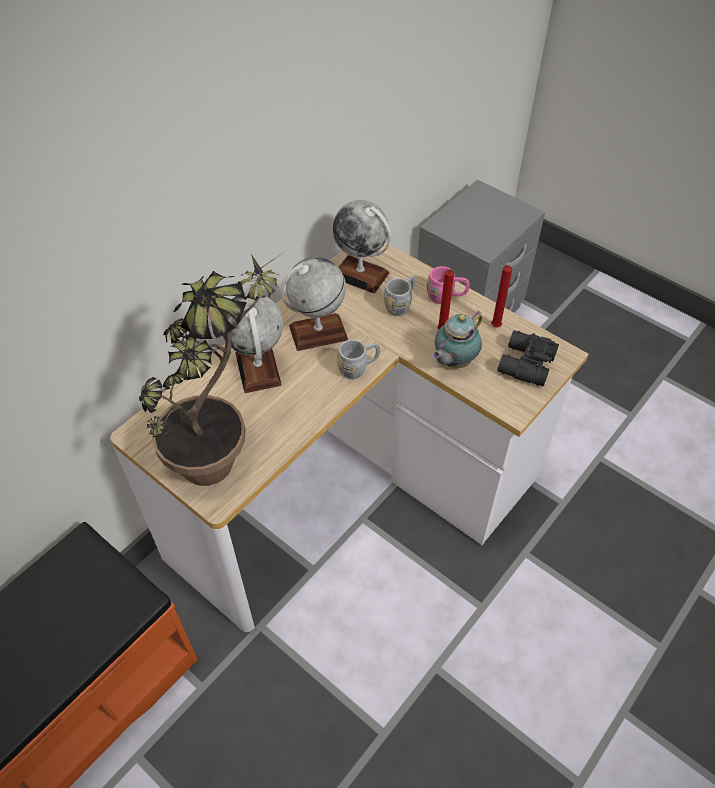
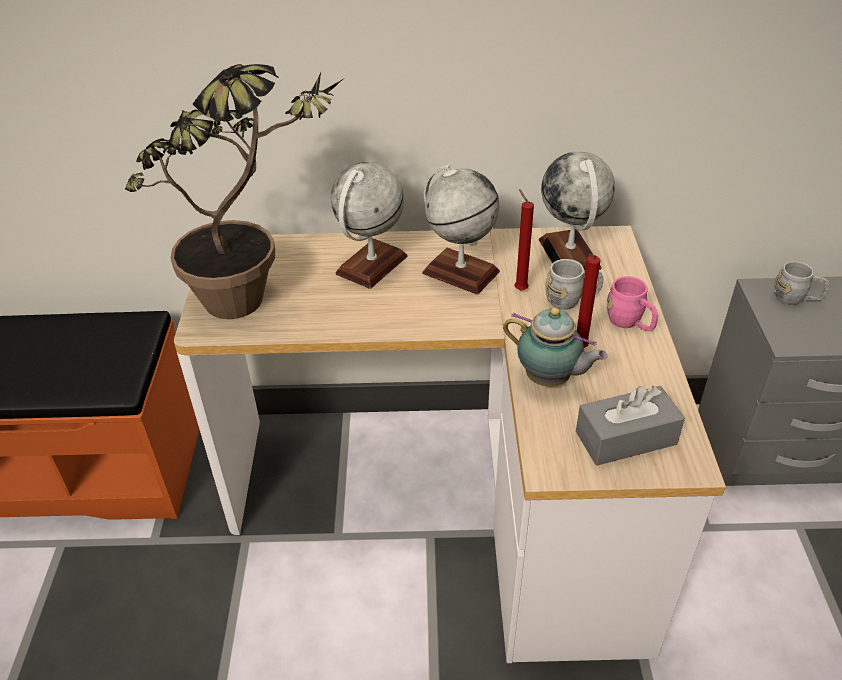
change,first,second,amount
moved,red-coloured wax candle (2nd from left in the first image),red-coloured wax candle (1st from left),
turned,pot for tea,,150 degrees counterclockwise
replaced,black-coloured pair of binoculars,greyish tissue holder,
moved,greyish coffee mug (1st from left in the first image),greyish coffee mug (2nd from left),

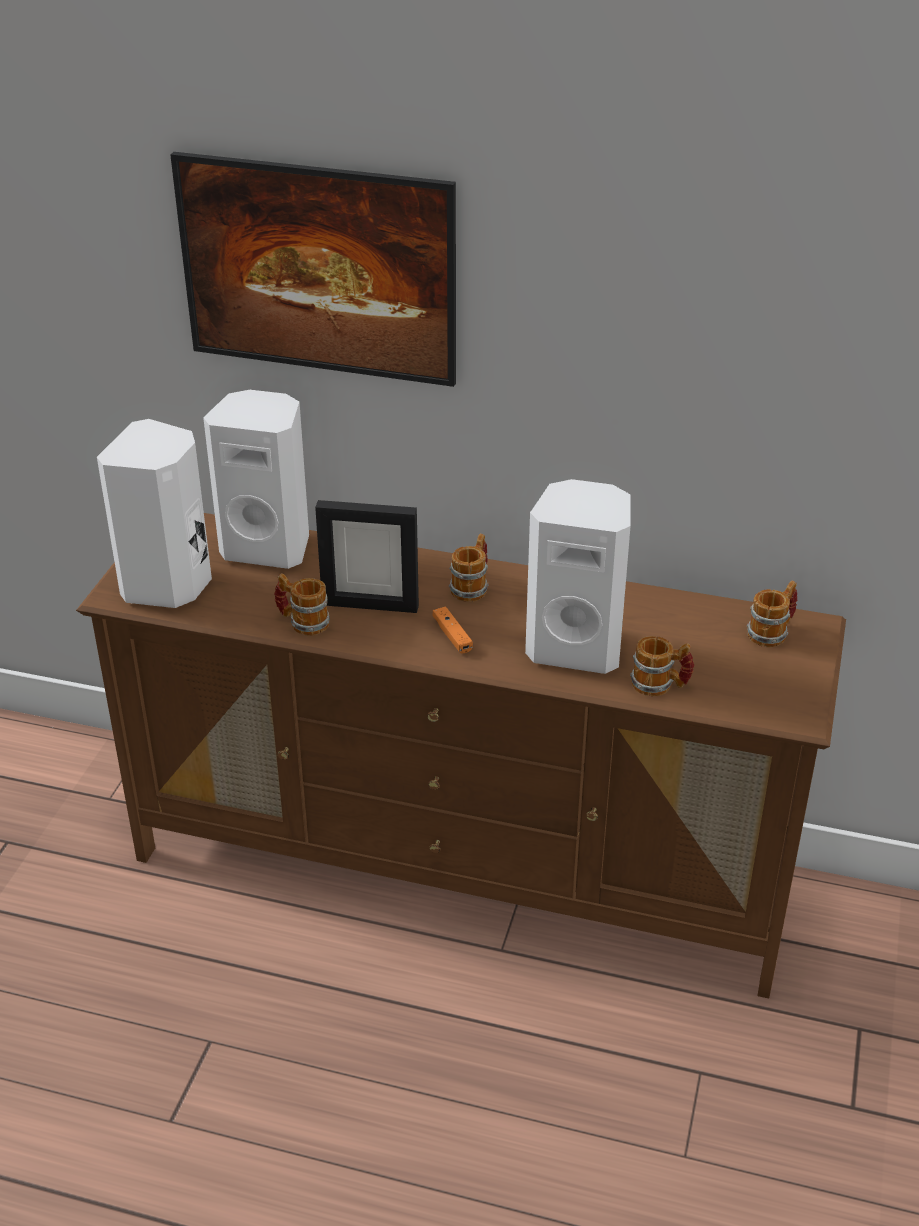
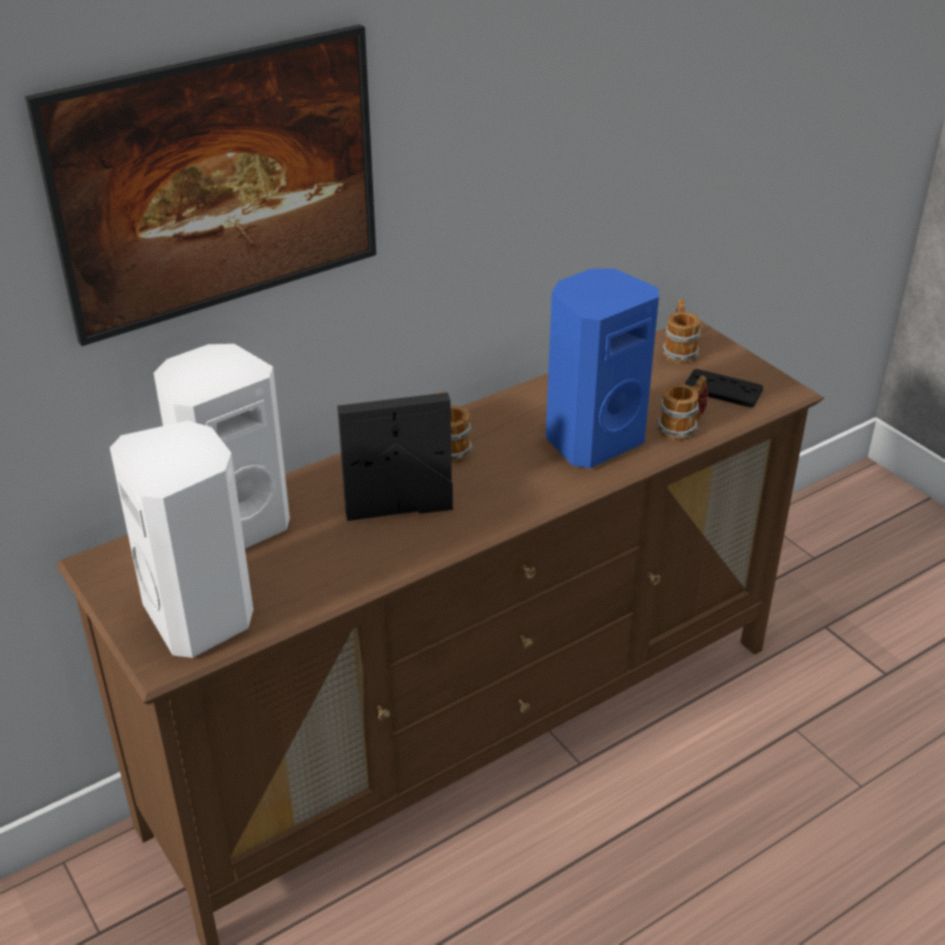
change,first,second,amount
recoloured,white-coloured loudspeaker (3rd from left),blue-coloured loudspeaker,
turned,picture frame,,150 degrees counterclockwise
removed,coffee mug (1st from left),,
removed,orangey gamepad,,
added,,black-coloured gamepad,

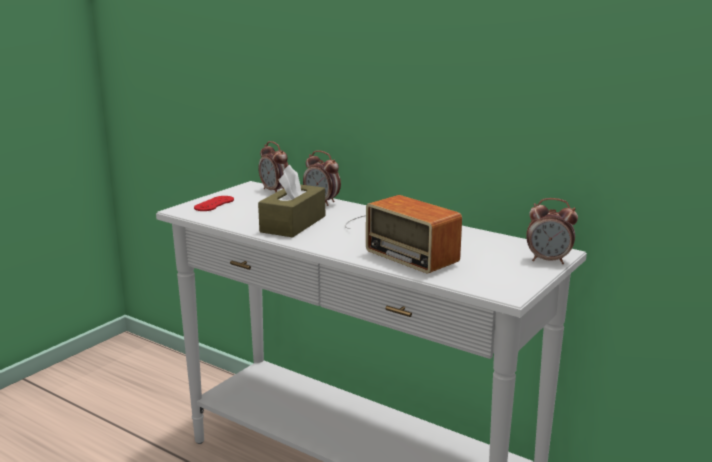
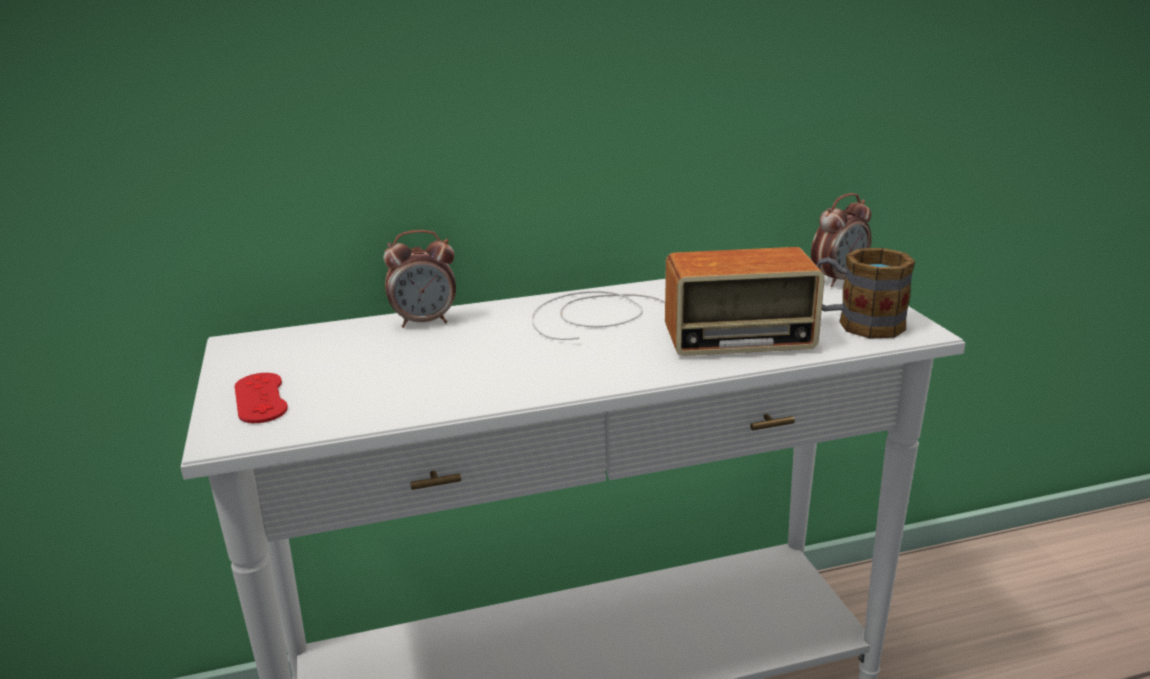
change,first,second,amount
removed,alarm clock (1st from left),,
removed,brown-coloured tissue holder,,
added,,coffee mug,

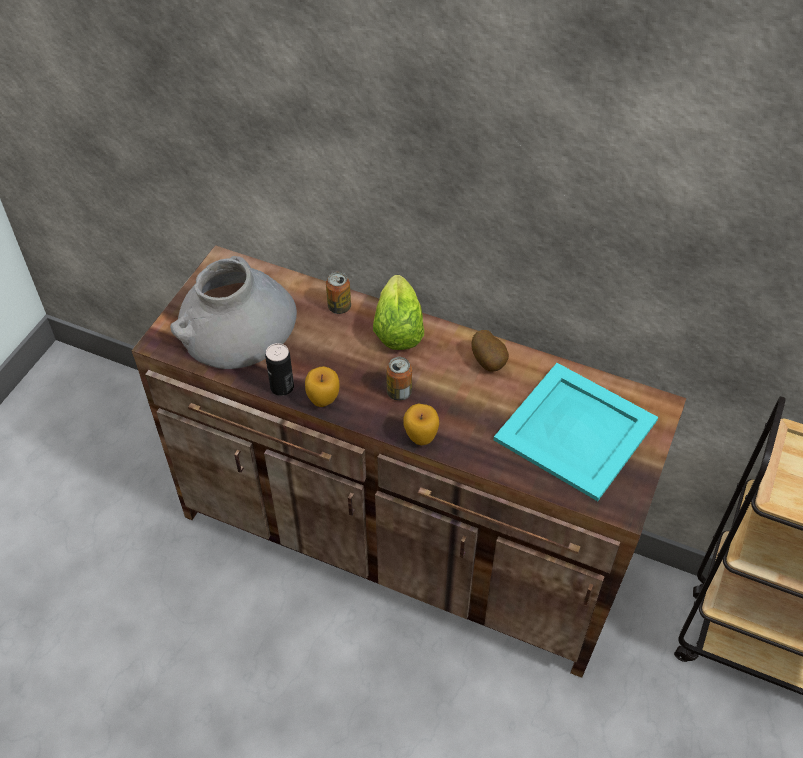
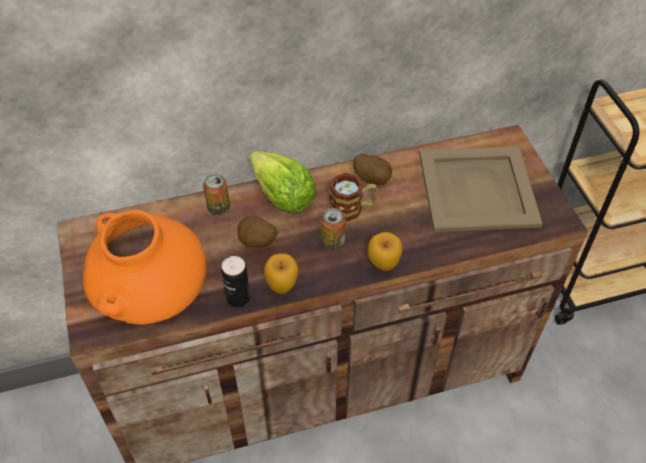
change,first,second,amount
recoloured,greyish decorative vase,orangey decorative vase,
recoloured,turquoise tray,beige tray,
added,,coffee mug,
added,,potato (1st from left),

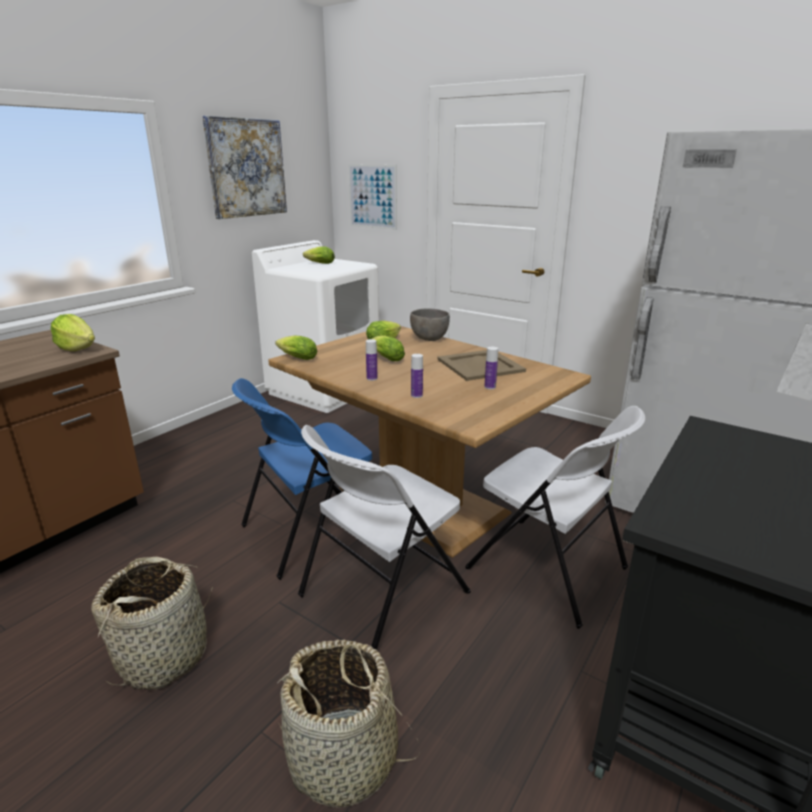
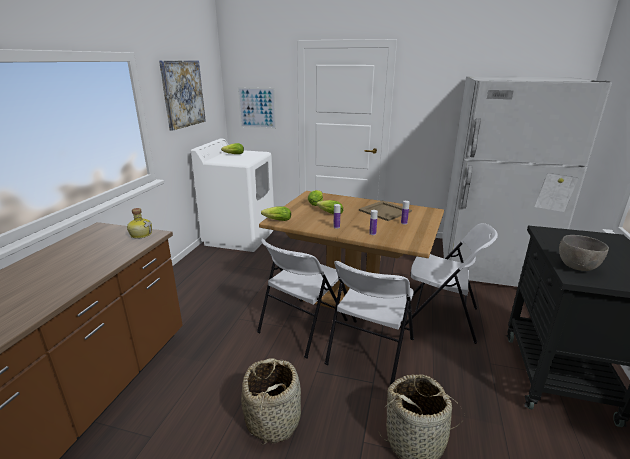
change,first,second,amount
moved,greyish bowl,,
replaced,lettuce (1st from left),bottle (1st from left),
recoloured,blue-coloured upright chair,white-coloured upright chair (1st from left),

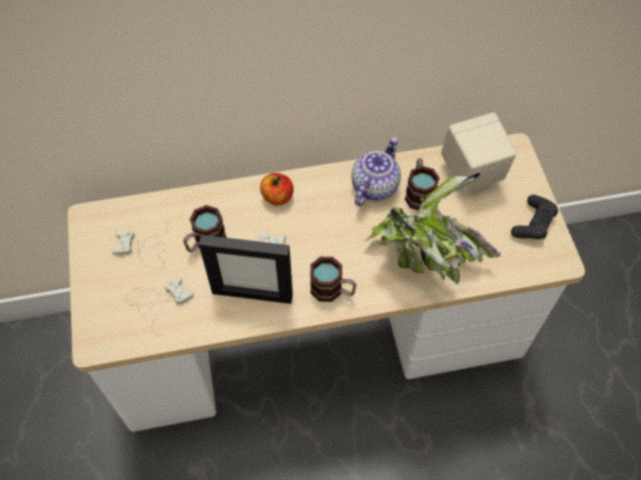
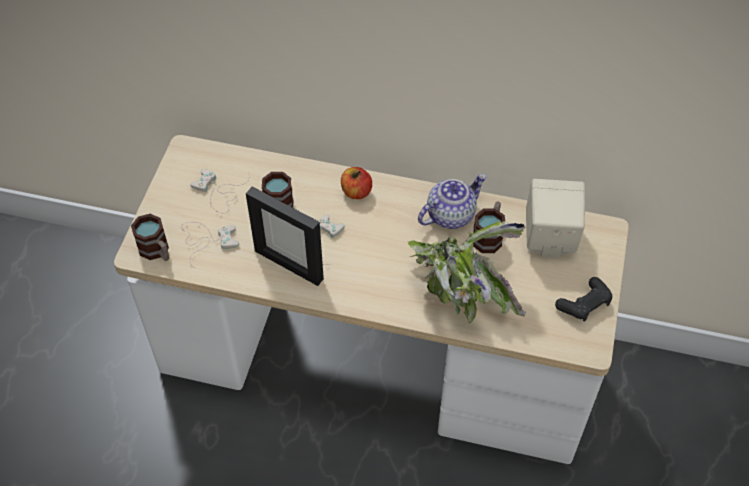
change,first,second,amount
moved,coffee mug (2nd from left in the first image),coffee mug (1st from left),

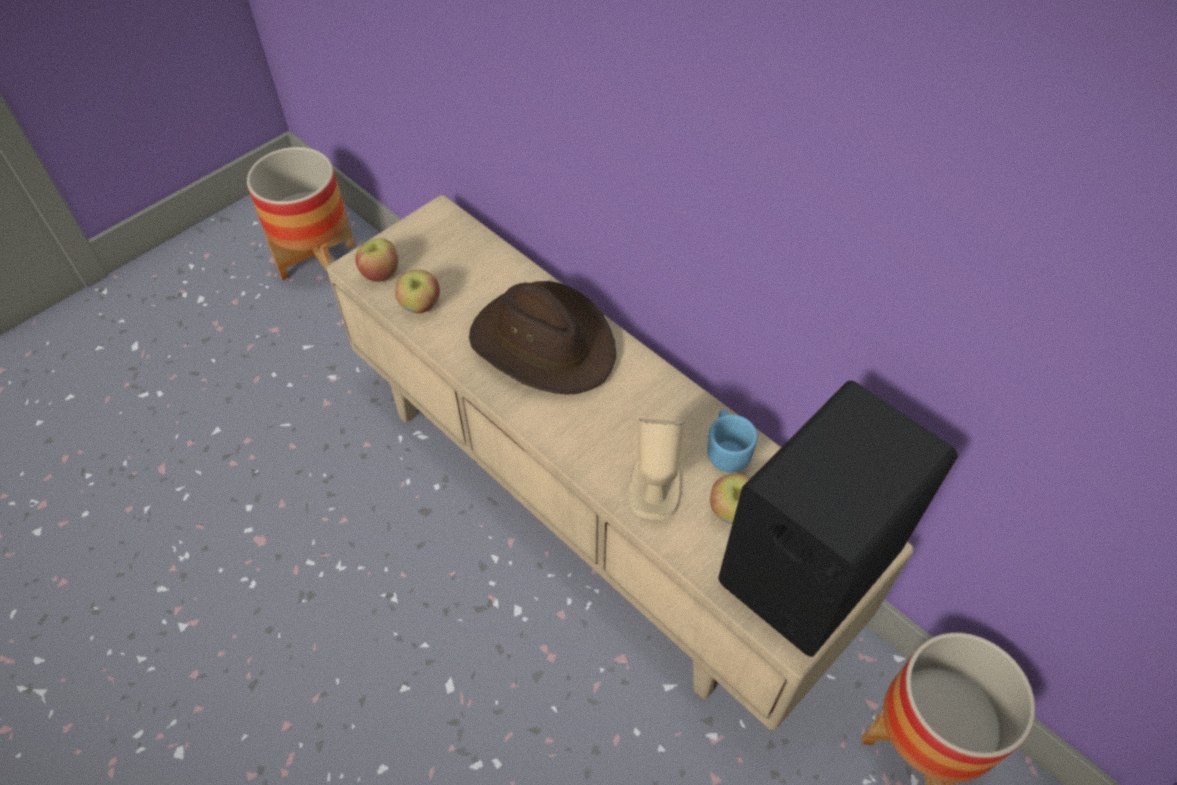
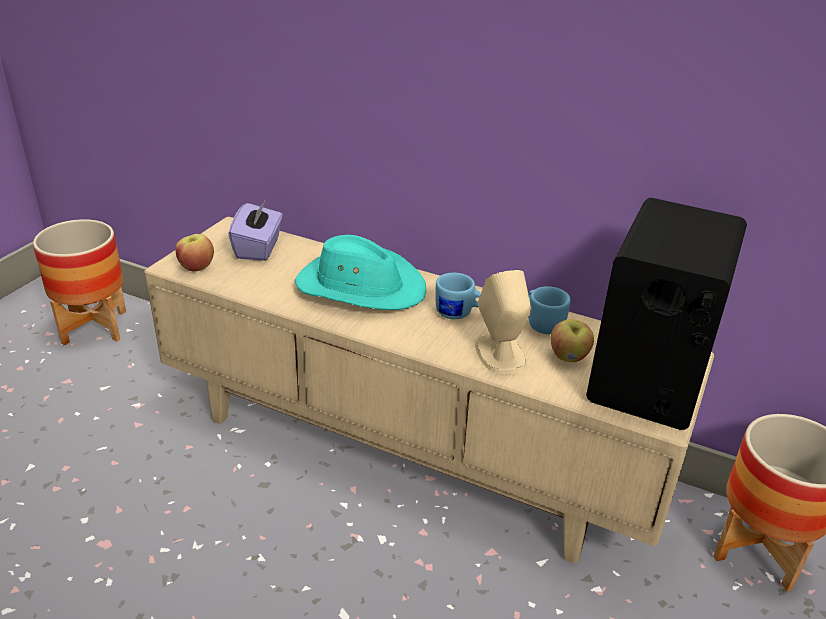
change,first,second,amount
removed,apple (2nd from left),,
recoloured,brown-coloured wearable hat,turquoise wearable hat,
added,,purple tissue holder,
added,,blue-coloured coffee mug (1st from left),

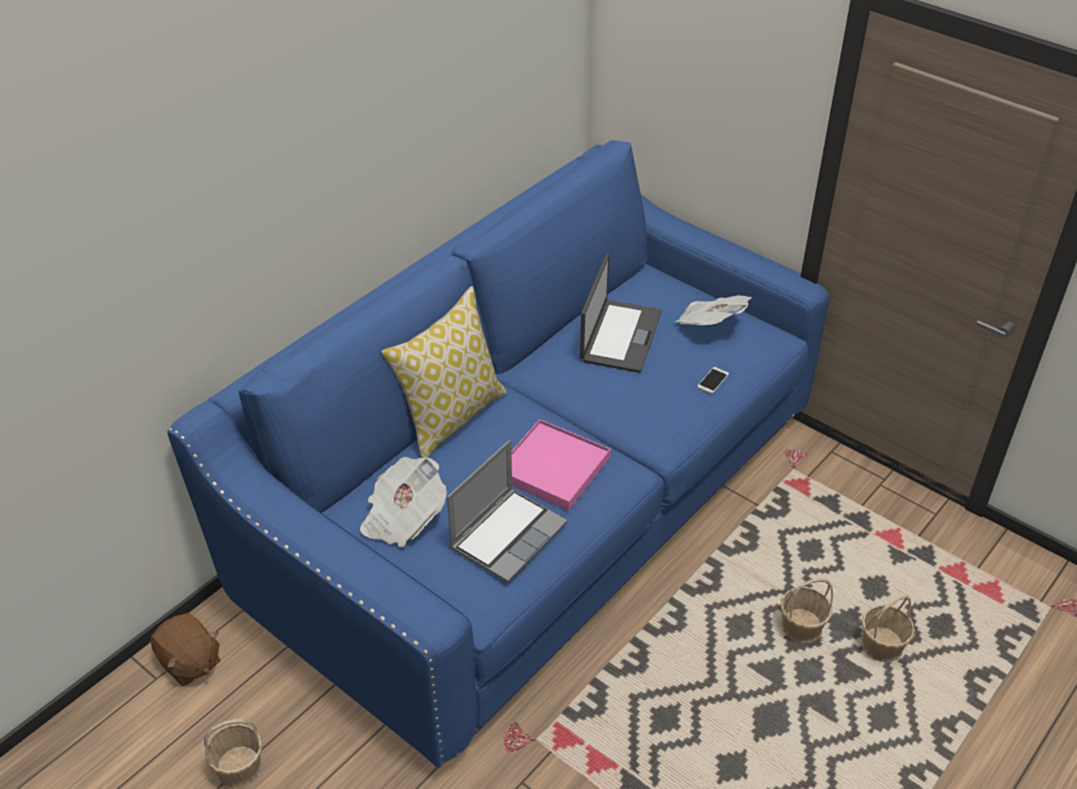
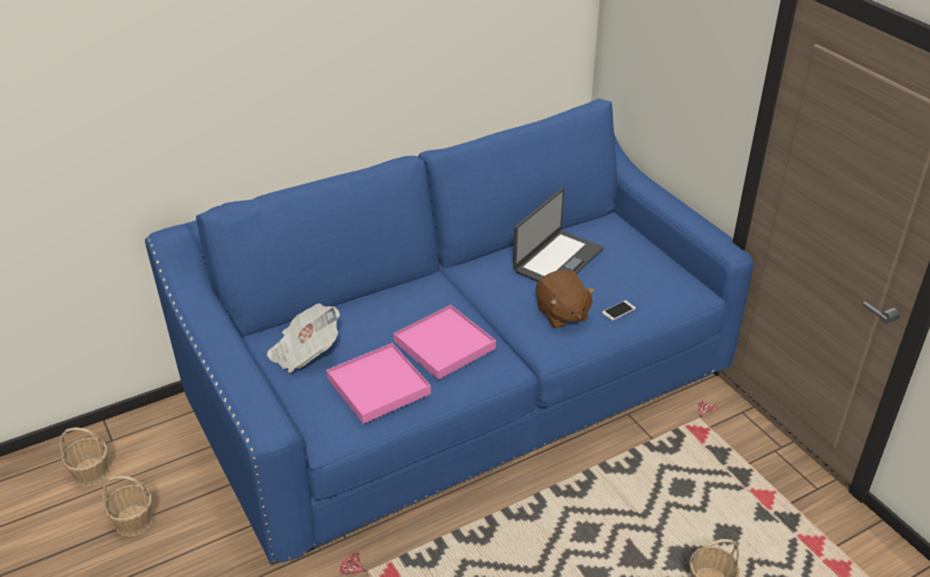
change,first,second,amount
removed,throw pillow,,
removed,daily paper (2nd from left),,
replaced,portable computer (1st from left),pink tray (1st from left),
moved,basket (2nd from left in the first image),basket (1st from left),
moved,brown-coloured plush toy,,

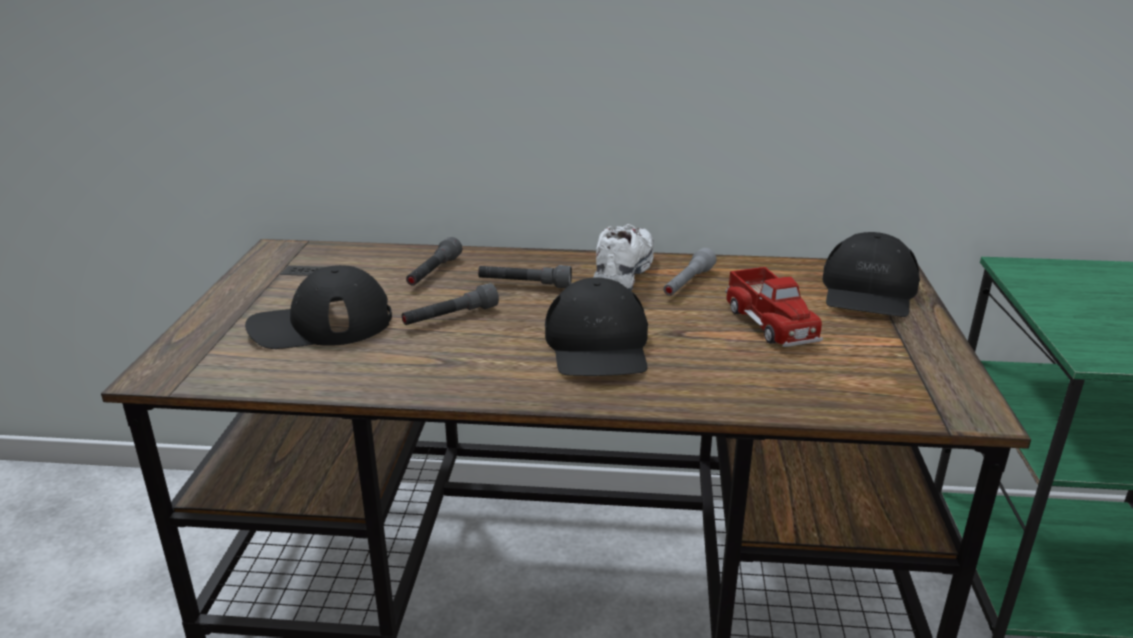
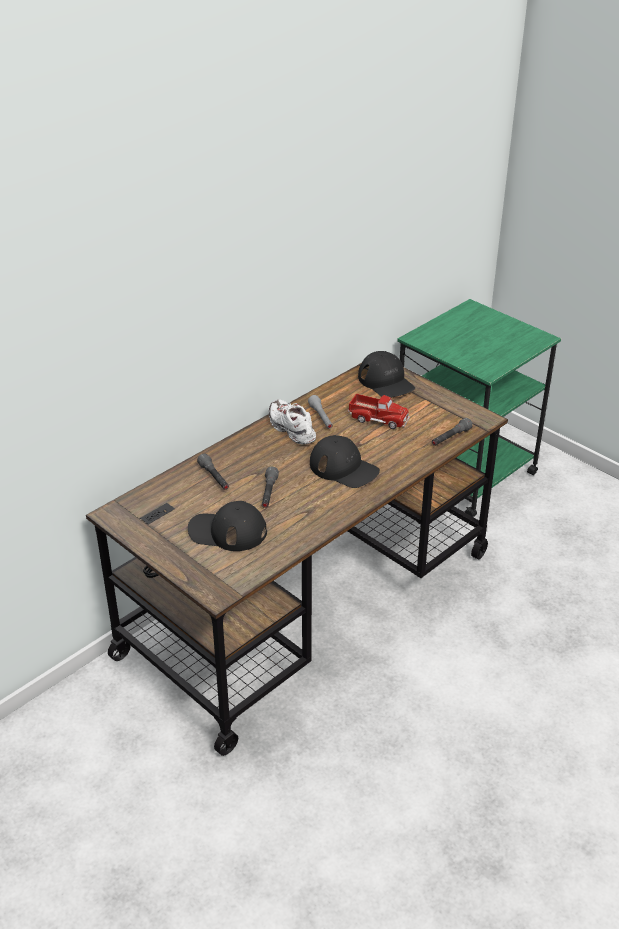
change,first,second,amount
turned,black-coloured peaked cap (1st from left),,75 degrees clockwise
moved,greyish flashlight (3rd from left in the first image),greyish flashlight (4th from left),

